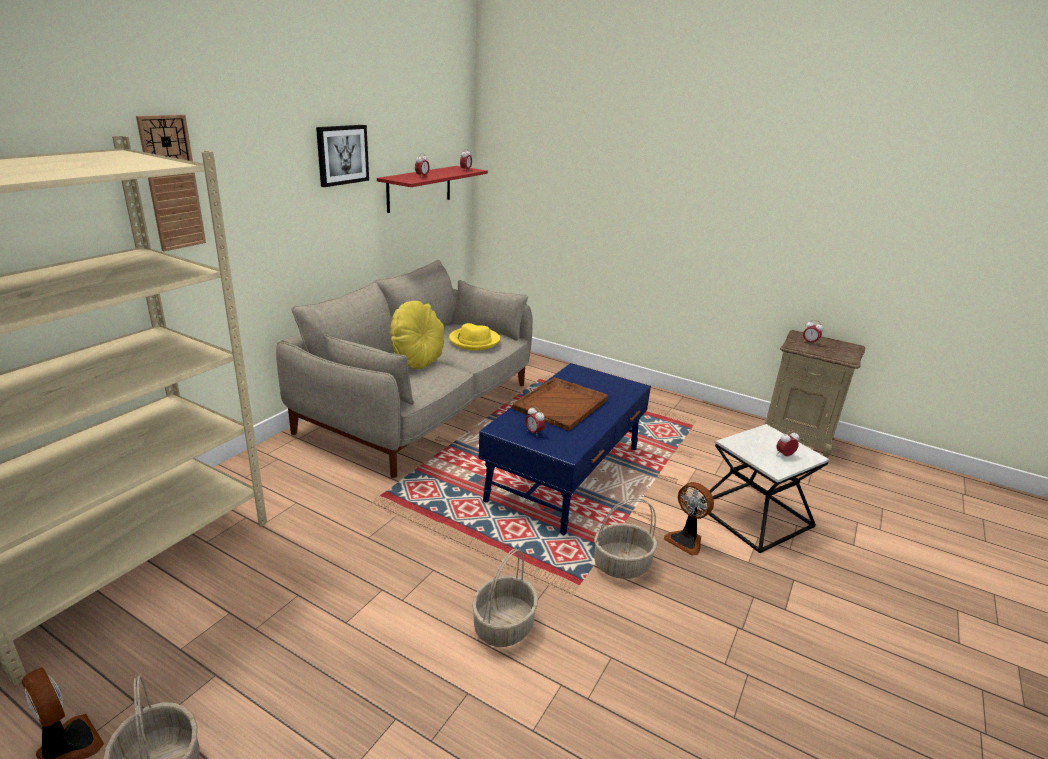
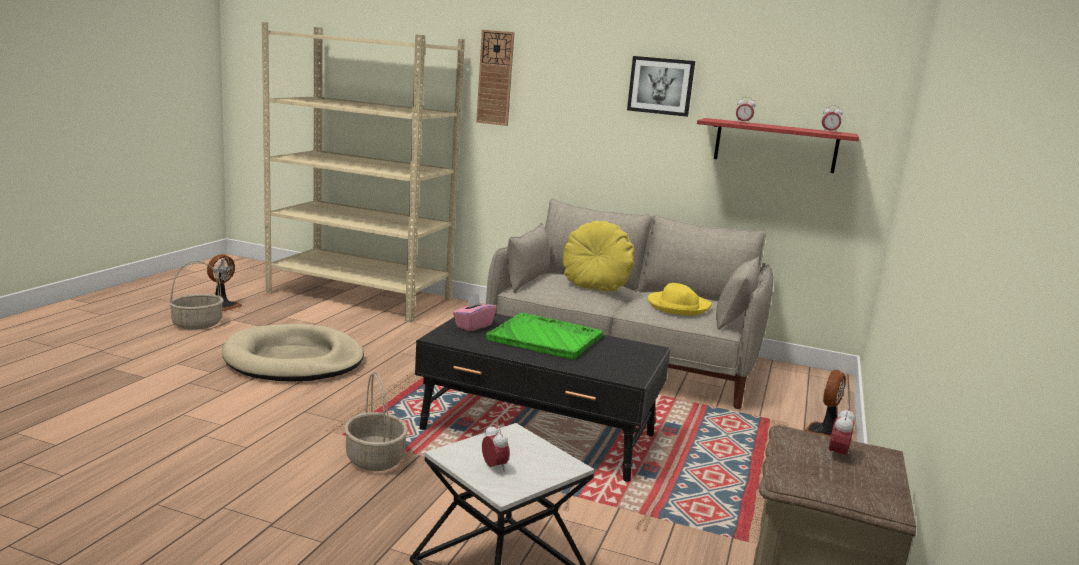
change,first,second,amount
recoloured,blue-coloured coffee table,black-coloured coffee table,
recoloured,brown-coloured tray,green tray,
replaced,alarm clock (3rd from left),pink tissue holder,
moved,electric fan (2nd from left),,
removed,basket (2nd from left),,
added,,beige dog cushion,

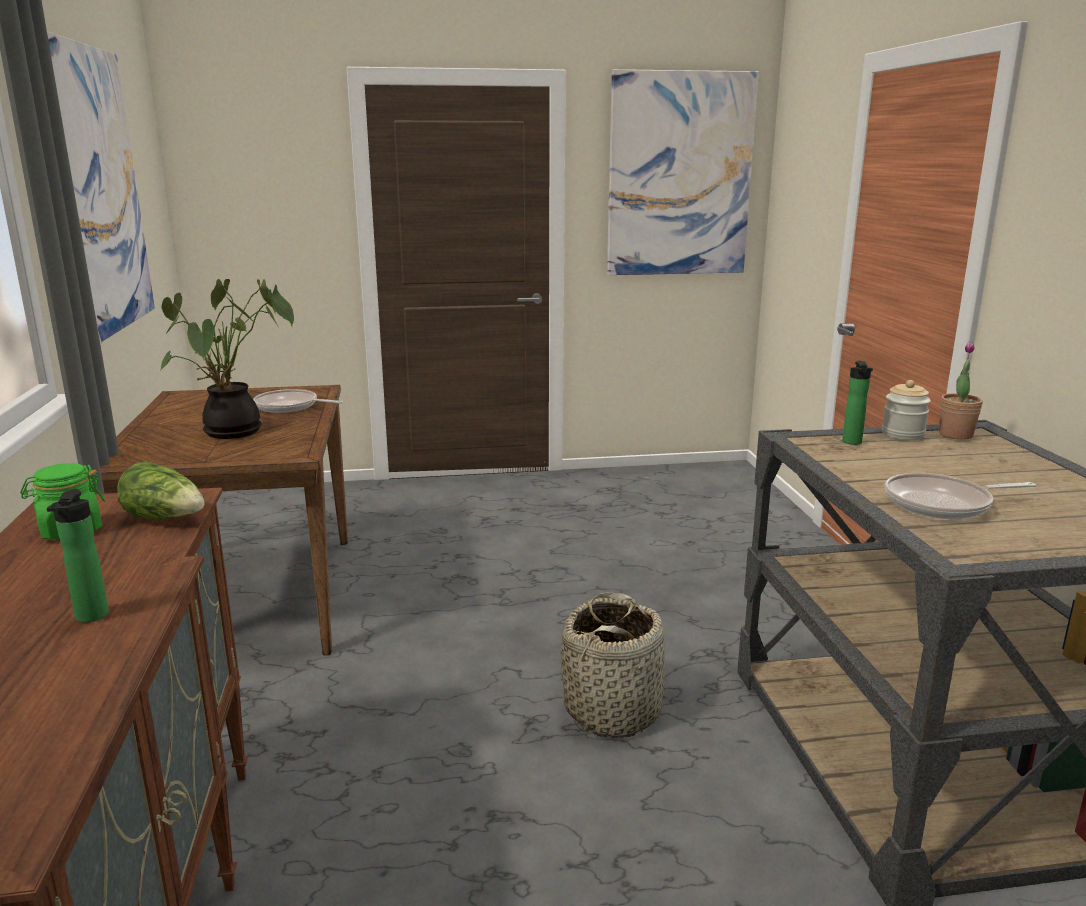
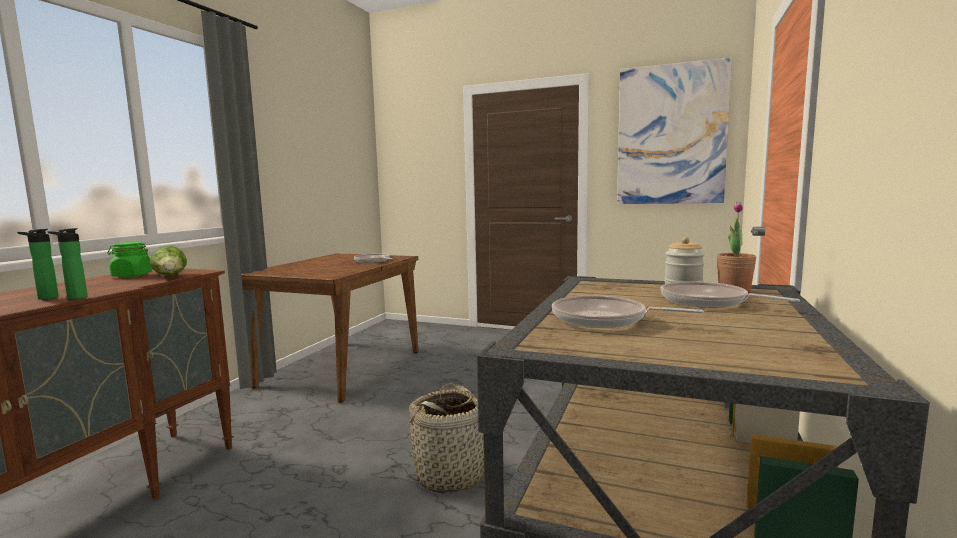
change,first,second,amount
removed,picture (1st from left),,
removed,houseplant (1st from left),,
moved,bottle (2nd from left),,
added,,frying pan (3rd from left),

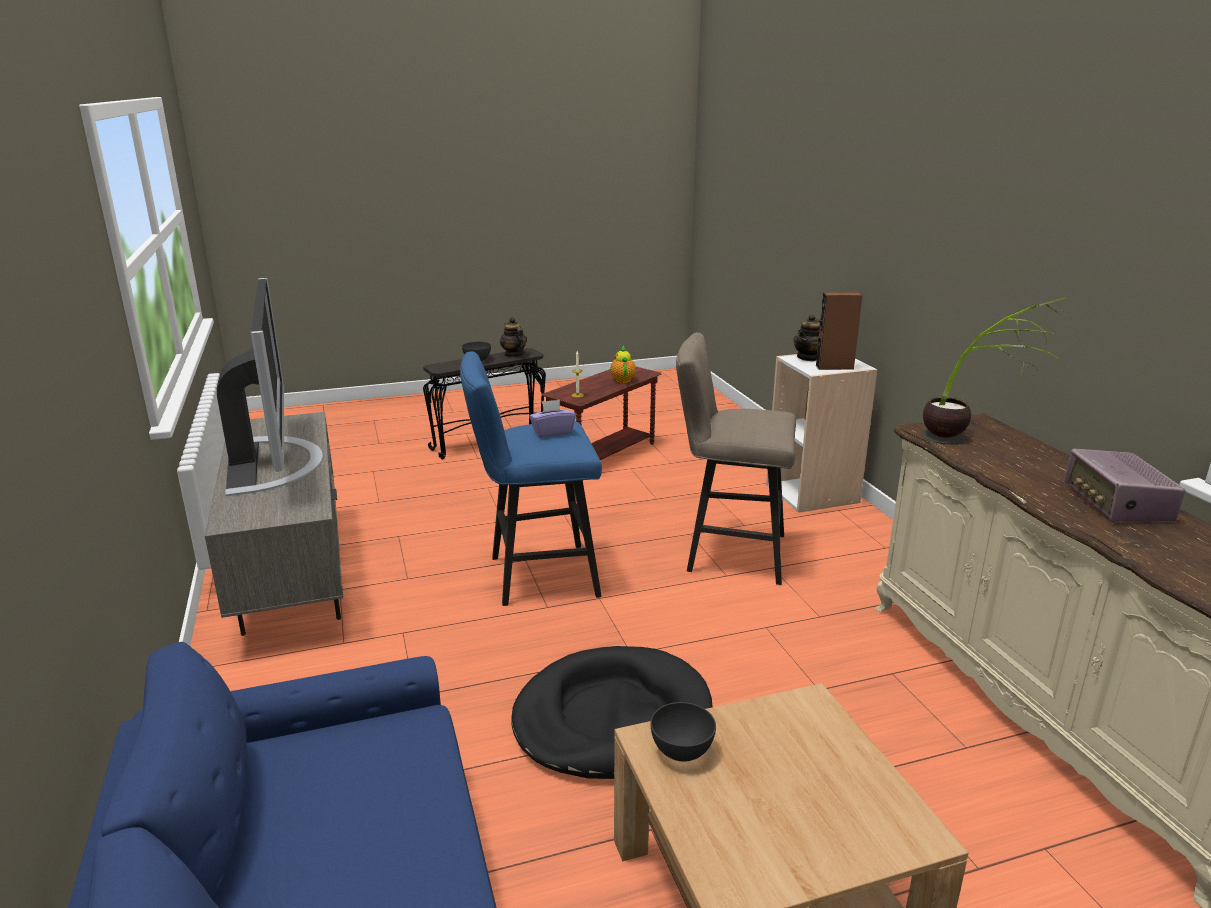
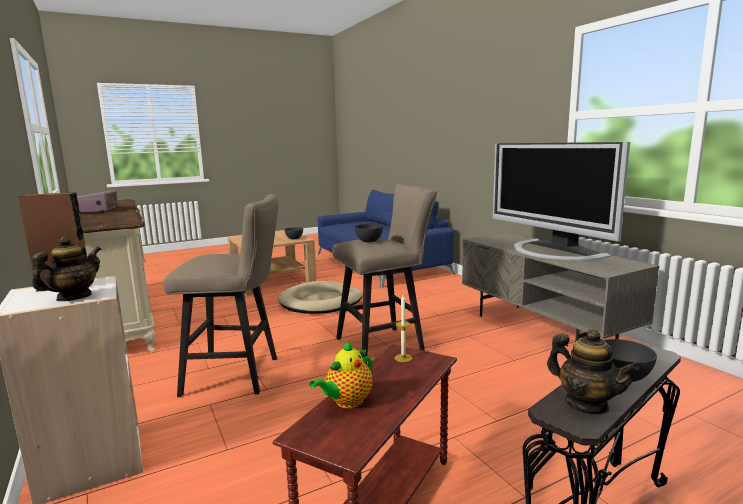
change,first,second,amount
removed,houseplant,,
turned,pot for tea (2nd from left),,60 degrees clockwise
recoloured,blue-coloured stool,beige stool (2nd from left),
replaced,purple tissue holder,greyish bowl (2nd from left),
recoloured,black-coloured dog cushion,beige dog cushion,

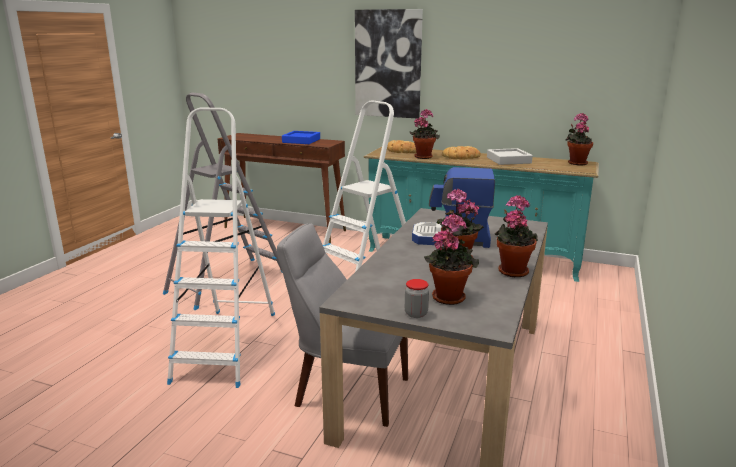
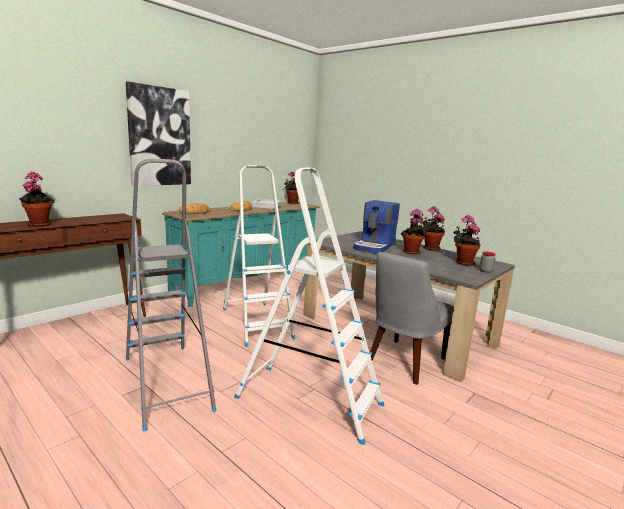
change,first,second,amount
moved,houseplant (1st from left),,
removed,blue-coloured tray,,

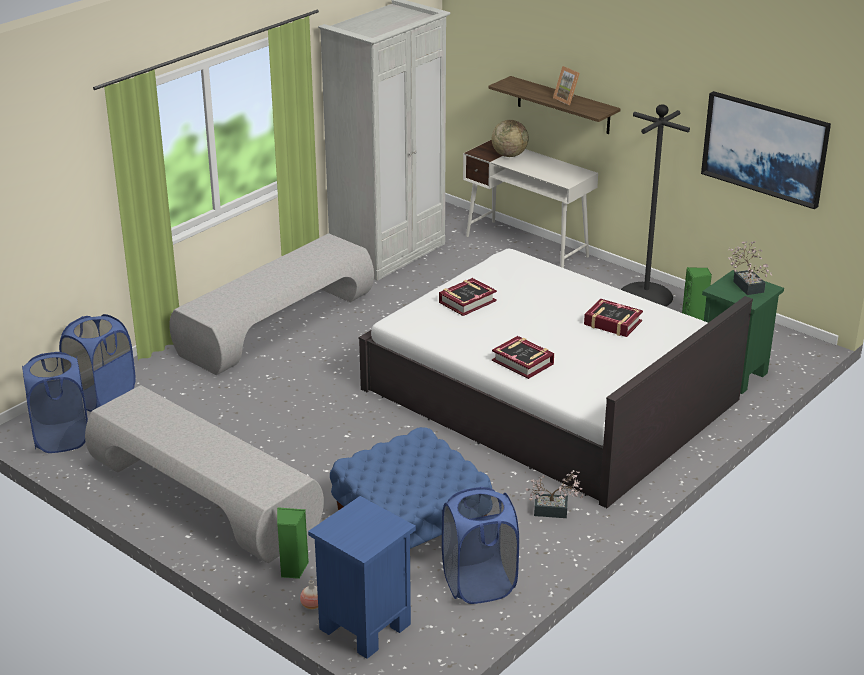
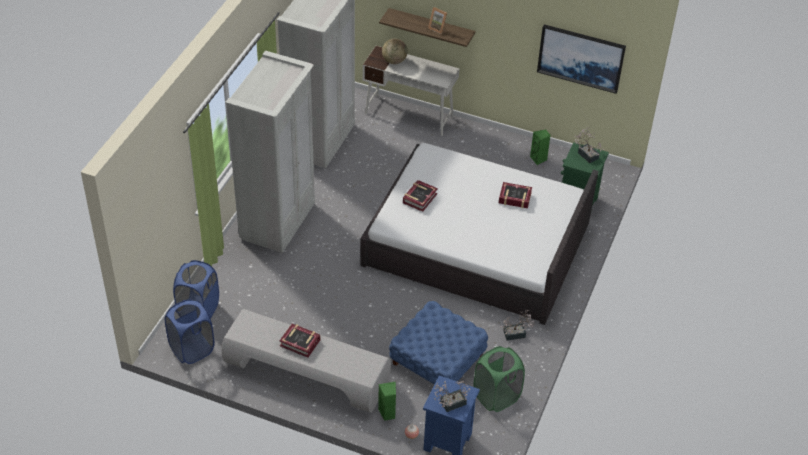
change,first,second,amount
removed,black-coloured clothes rack,,
replaced,greyish indoor bench (2nd from left),white-coloured armoire (1st from left),
moved,bound book (2nd from left in the first image),bound book (1st from left),
recoloured,blue-coloured washing basket (3rd from left),green washing basket,
added,,houseplant (1st from left),

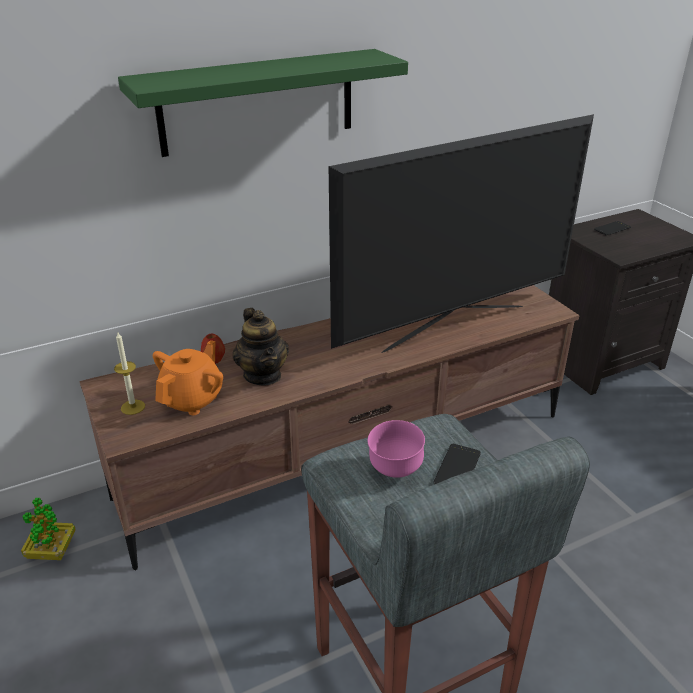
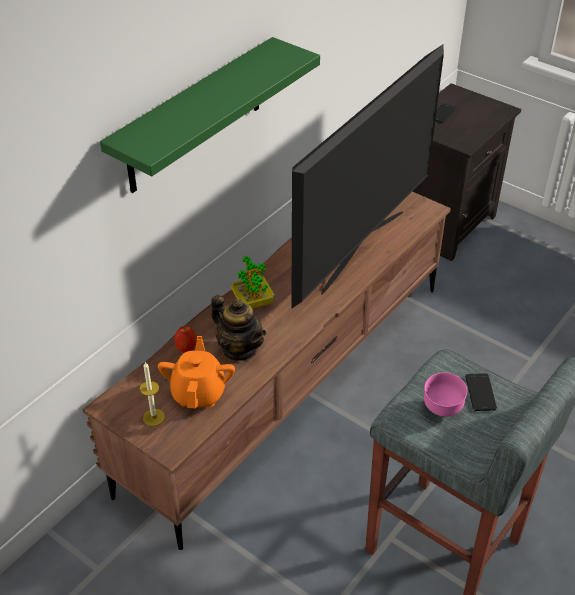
change,first,second,amount
moved,houseplant,,

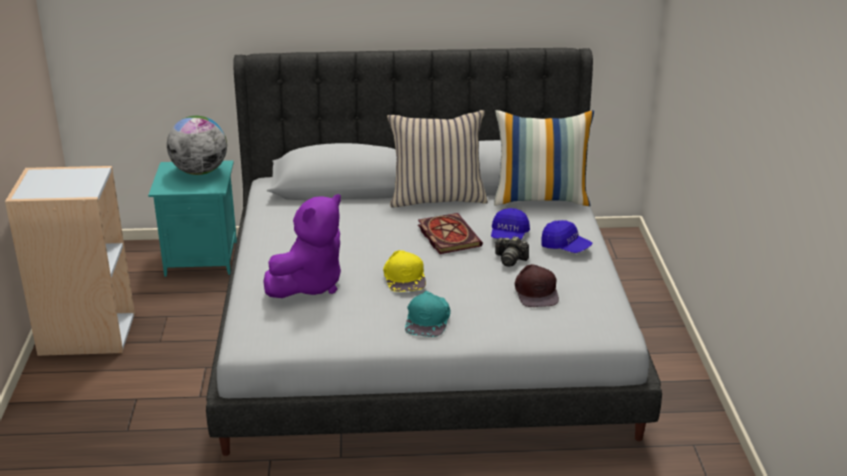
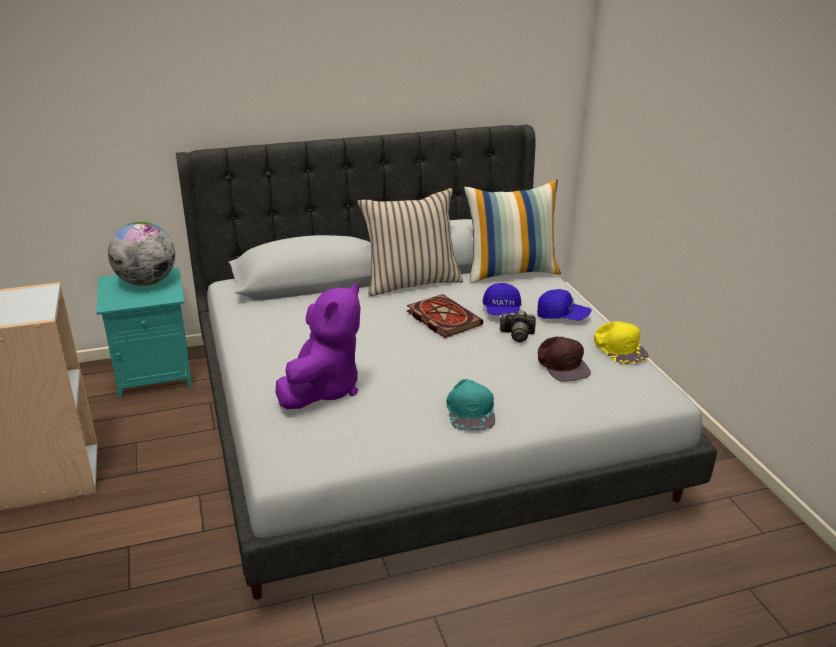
change,first,second,amount
moved,yellowish peaked cap,,

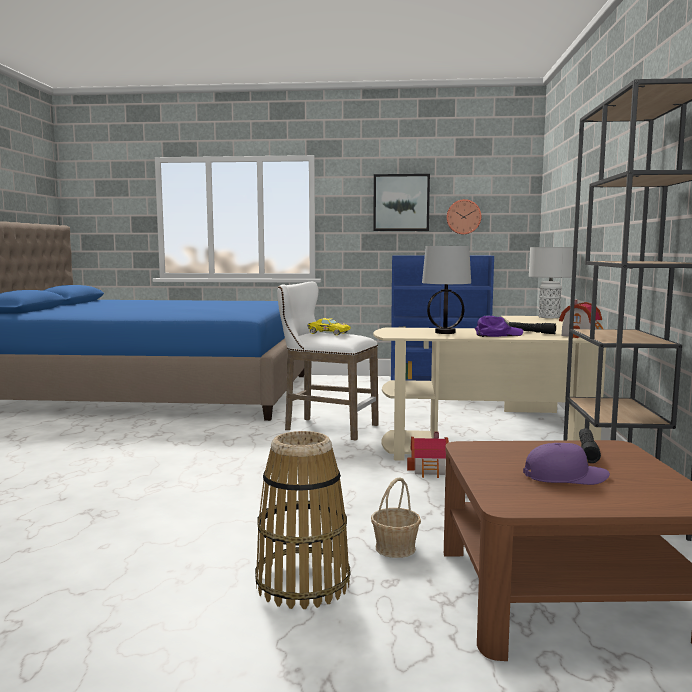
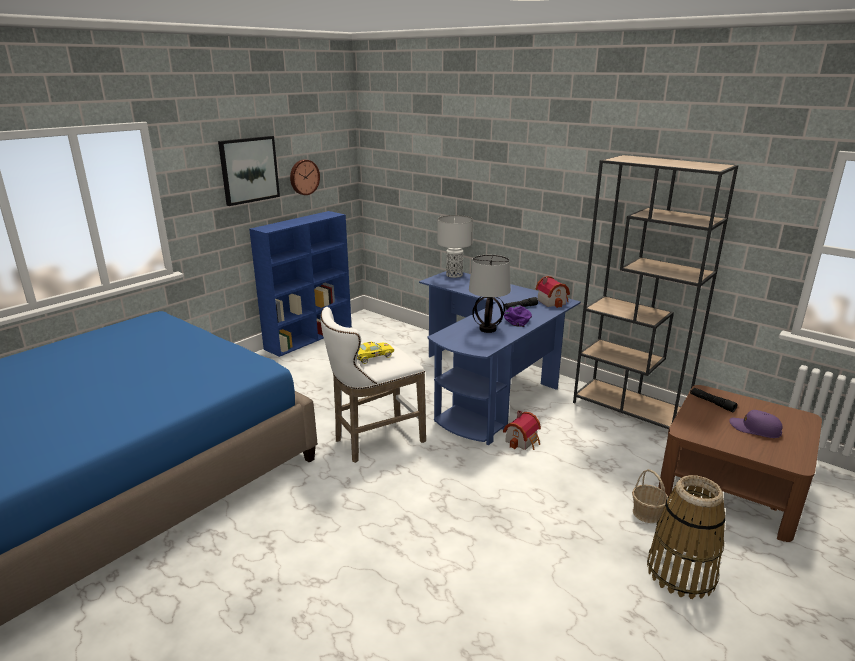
change,first,second,amount
recoloured,beige desk table,blue-coloured desk table,
turned,purple peaked cap (2nd from left),,90 degrees counterclockwise

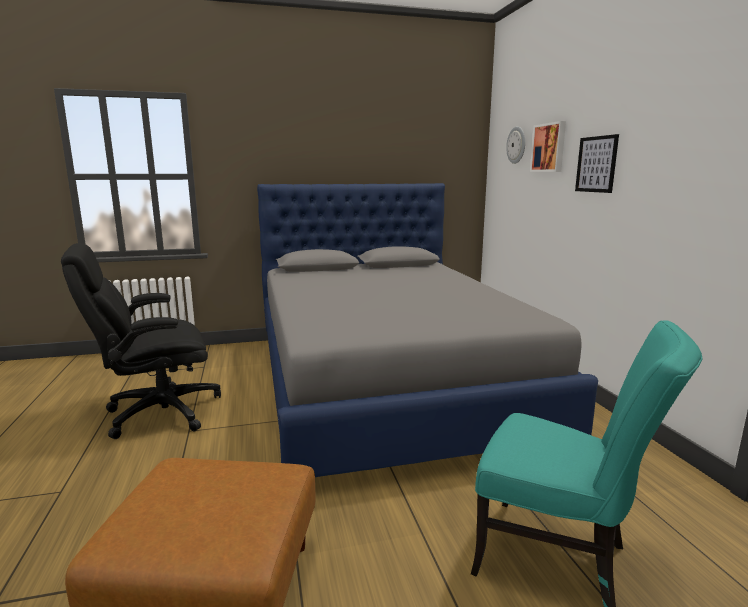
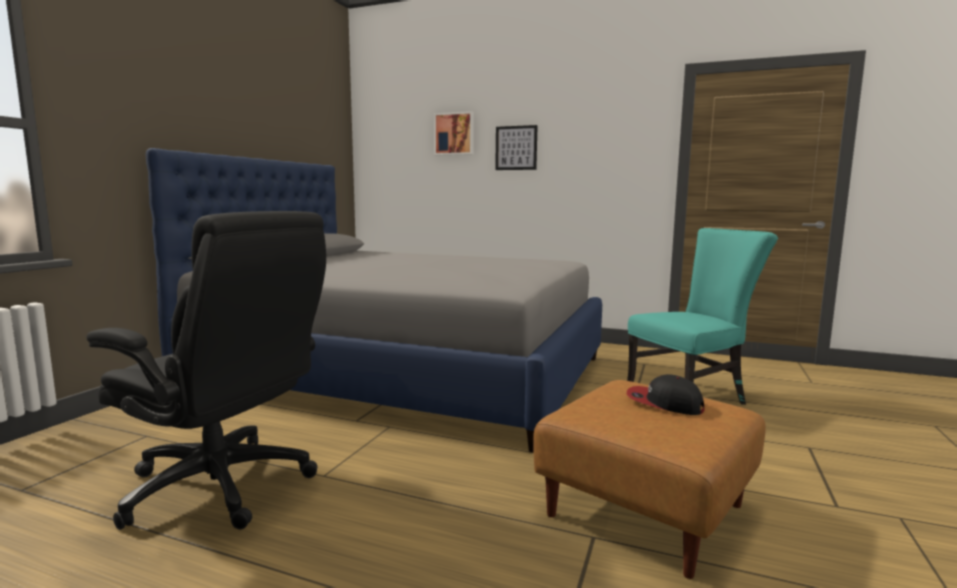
change,first,second,amount
removed,hanging clock,,
turned,black-coloured desk chair,,75 degrees counterclockwise
added,,peaked cap,

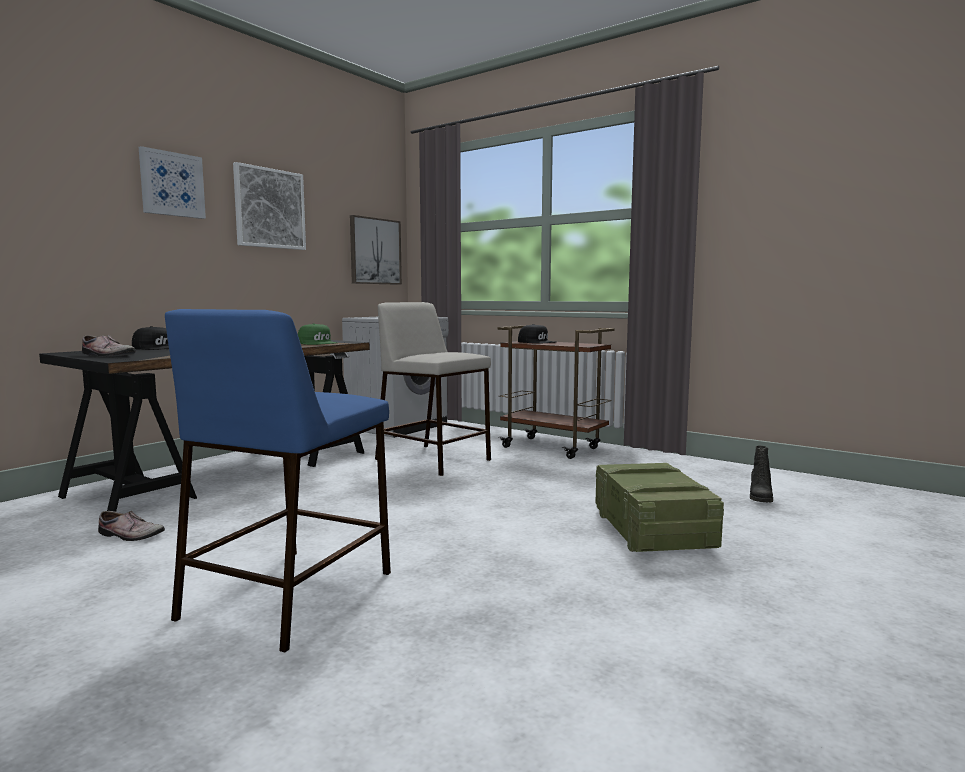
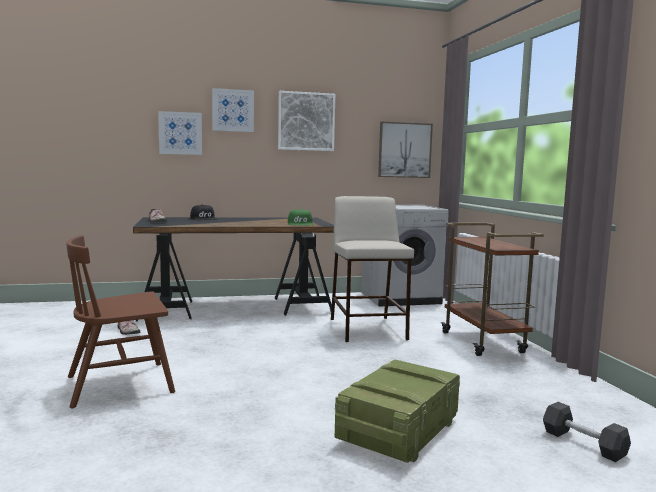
change,first,second,amount
replaced,blue-coloured stool,brown-coloured upright chair,
removed,black-coloured peaked cap (2nd from left),,
replaced,black-coloured tall boot,greyish hand weight,
added,,picture (1st from left),

